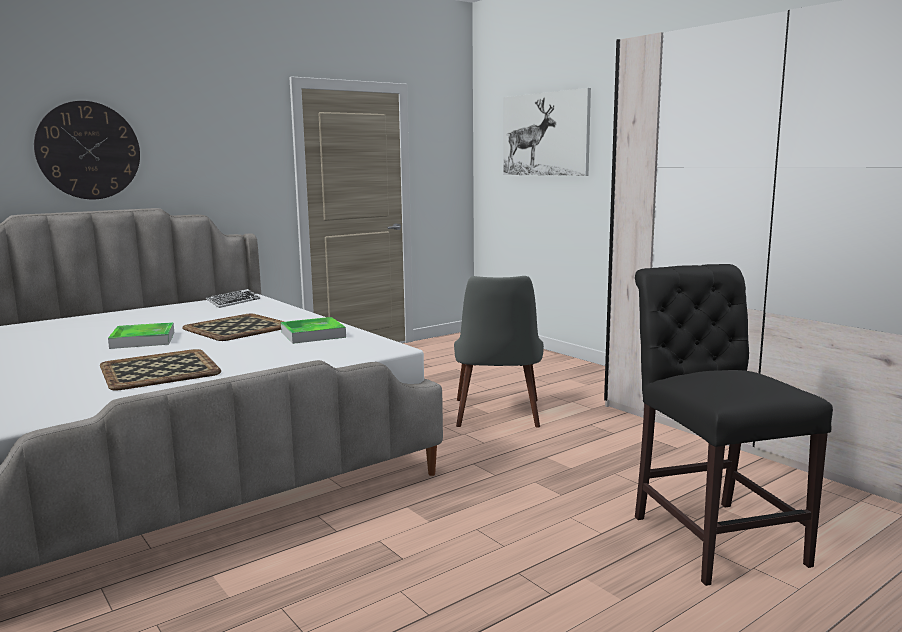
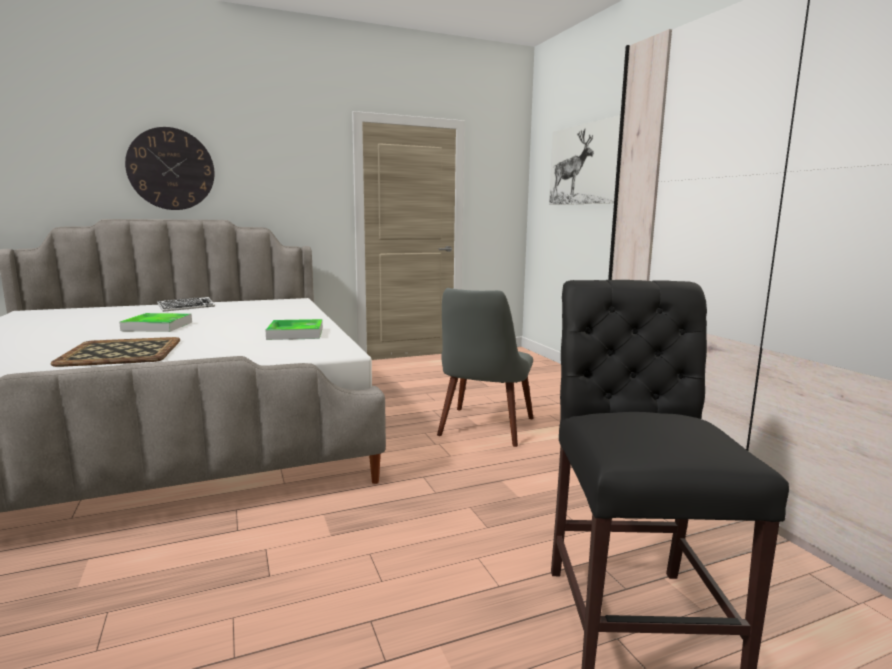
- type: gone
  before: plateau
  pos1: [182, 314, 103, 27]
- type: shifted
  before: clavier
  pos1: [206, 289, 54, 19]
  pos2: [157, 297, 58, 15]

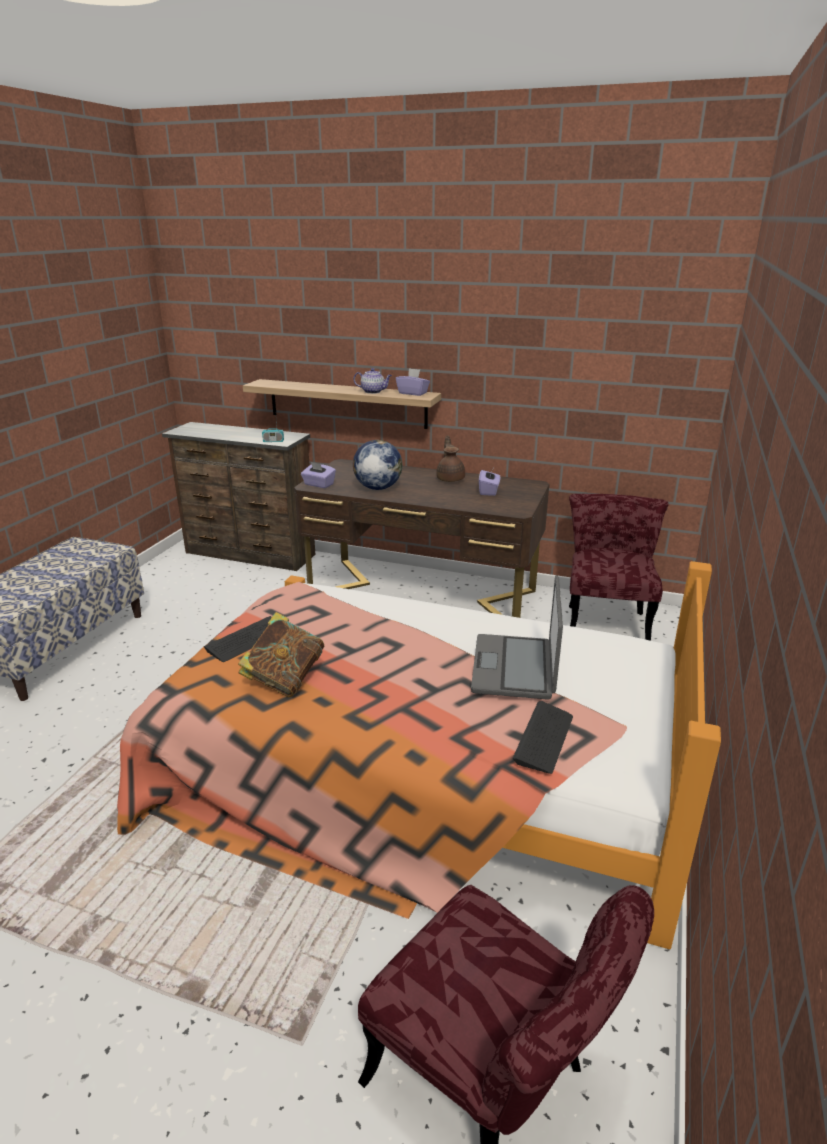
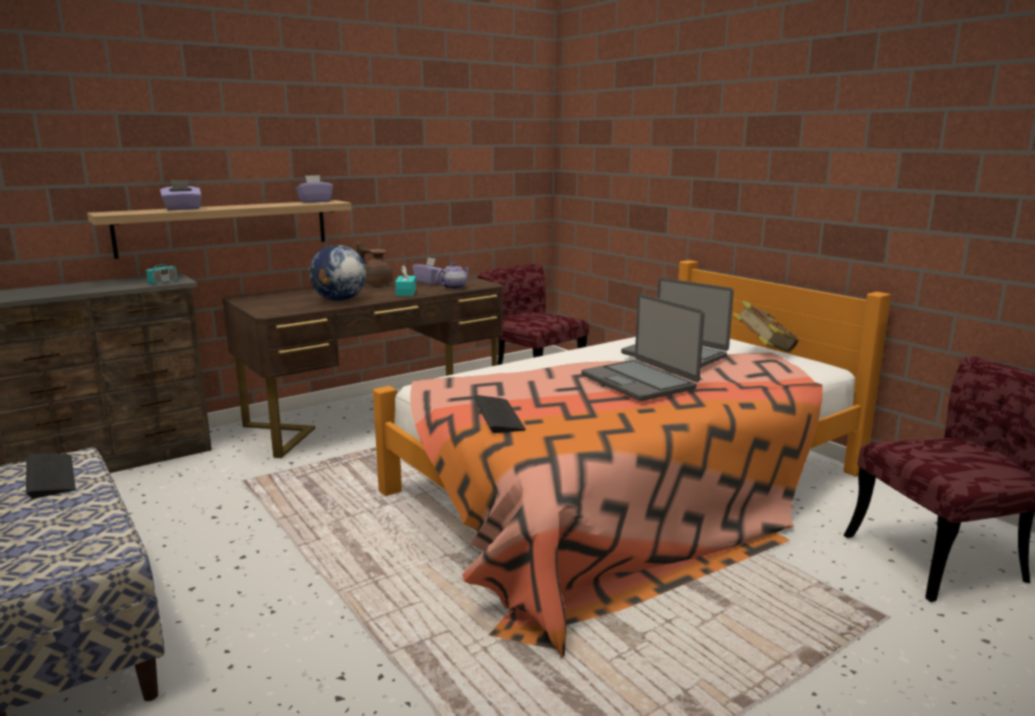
- type: shifted
  before: livre
  pos1: [238, 612, 86, 85]
  pos2: [732, 300, 67, 52]
- type: shifted
  before: boîte à mouchoirs [violet]
  pos1: [301, 461, 35, 27]
  pos2: [160, 180, 42, 30]
- type: shifted
  before: théière
  pos1: [354, 368, 38, 26]
  pos2: [436, 263, 34, 27]
- type: shifted
  before: clavier
  pos1: [513, 701, 60, 73]
  pos2: [26, 454, 50, 45]
- type: new
  after: boîte à mouchoirs [turquoise]
  pos2: [395, 265, 21, 31]
- type: new
  after: ordinateur portable
  pos2: [581, 294, 124, 107]

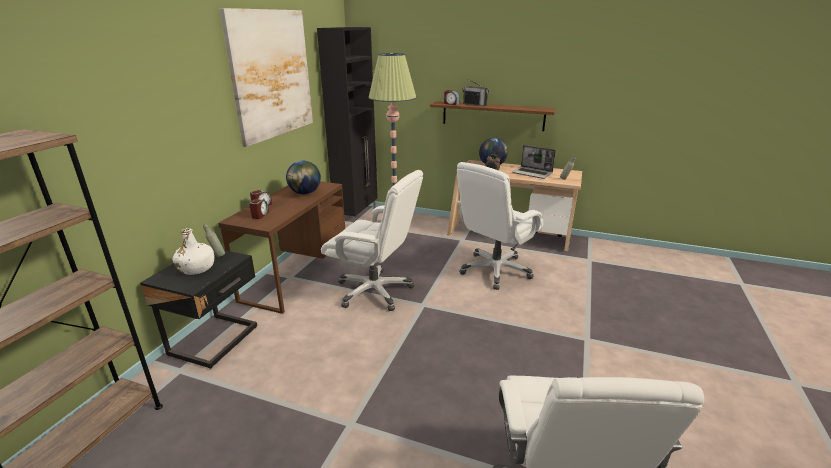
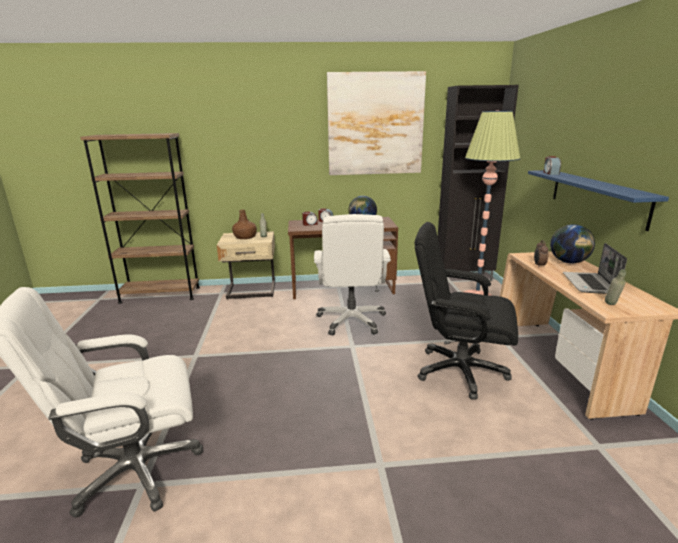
- type: repainted
  before: table de chevet [noir]
  after: table de chevet [beige]
  pos1: [140, 250, 117, 119]
  pos2: [217, 231, 58, 69]
- type: repainted
  before: bouteille [blanc]
  after: bouteille [marron]
  pos1: [172, 228, 42, 47]
  pos2: [232, 210, 25, 29]
- type: repainted
  before: étagère [marron]
  after: étagère [bleu]
  pos1: [430, 101, 126, 30]
  pos2: [528, 170, 141, 61]
- type: repainted
  before: chaise de bureau [blanc]
  after: chaise de bureau [noir]
  pos1: [457, 162, 87, 128]
  pos2: [414, 222, 104, 177]
- type: gone
  before: radio
  pos1: [462, 79, 27, 27]

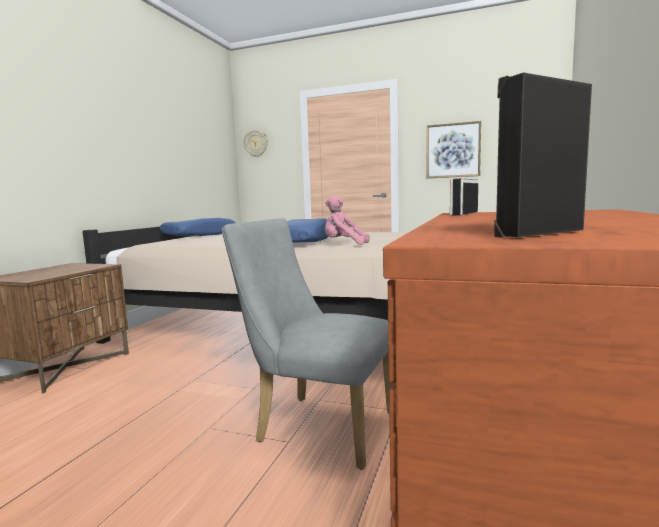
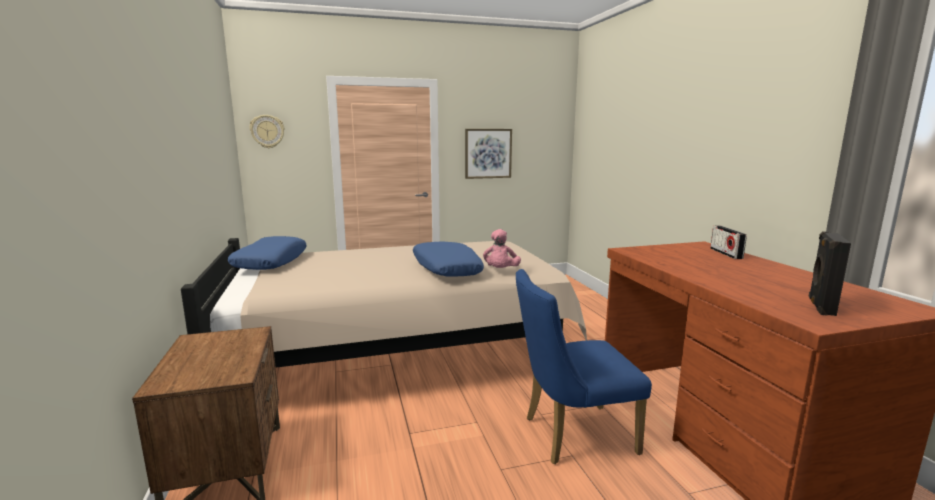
- type: repainted
  before: chaise [gris]
  after: chaise [bleu]
  pos1: [222, 218, 171, 252]
  pos2: [516, 269, 136, 196]
- type: rotated
  before: peluche [rose]
  pos1: [325, 195, 45, 50]
  pos2: [483, 229, 38, 39]
  turn: -60
- type: shifted
  before: radio
  pos1: [450, 178, 28, 37]
  pos2: [710, 225, 37, 34]

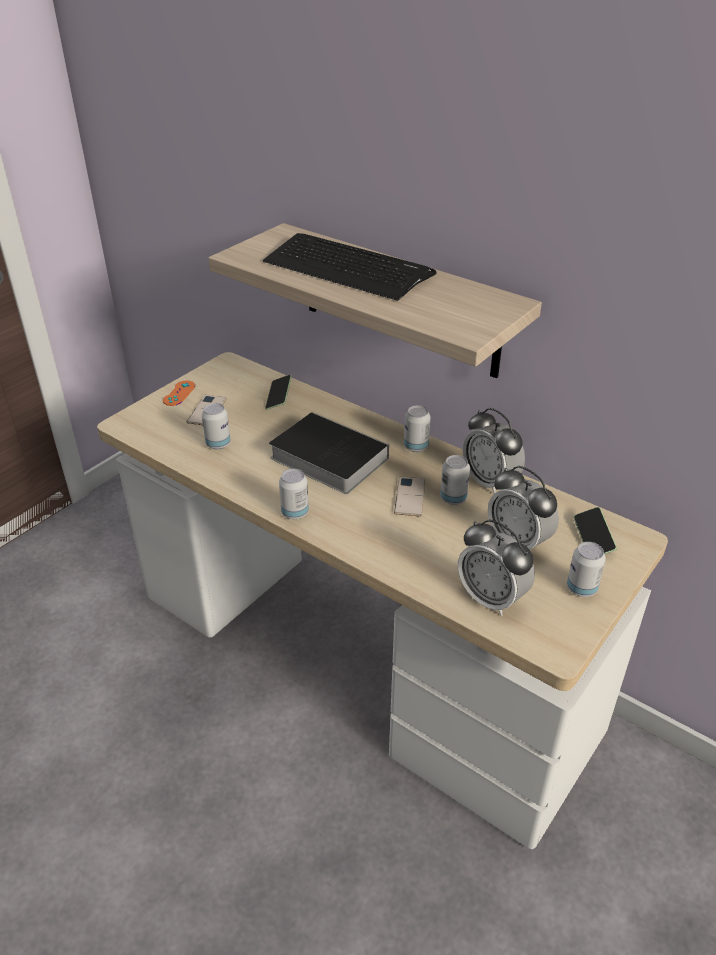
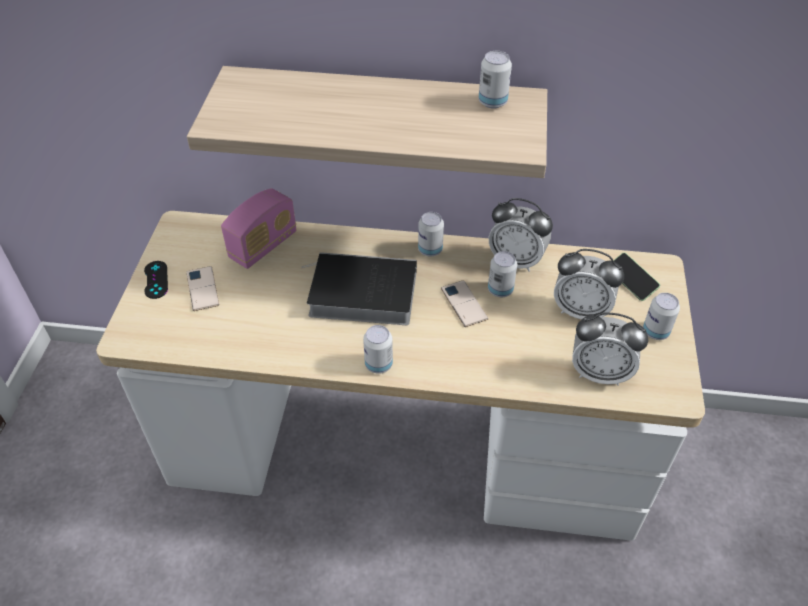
- type: repainted
  before: manette [orange]
  after: manette [noir]
  pos1: [163, 381, 32, 25]
  pos2: [144, 261, 24, 38]
- type: shifted
  before: boîte métallique
  pos1: [202, 403, 29, 46]
  pos2: [478, 51, 34, 58]
- type: gone
  before: clavier
  pos1: [263, 233, 174, 68]
- type: swapped
  before: téléphone
  after: radio
  pos1: [265, 375, 27, 35]
  pos2: [221, 188, 75, 81]

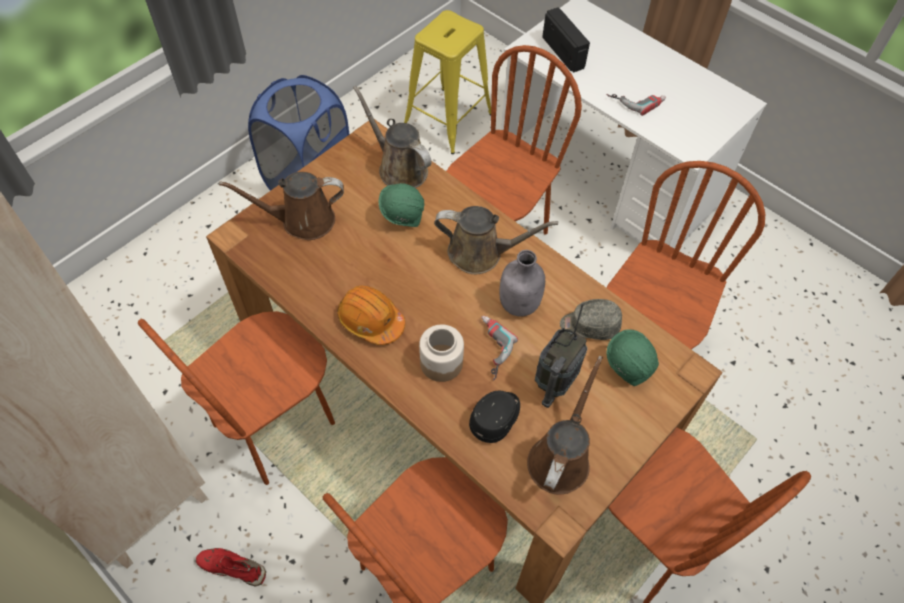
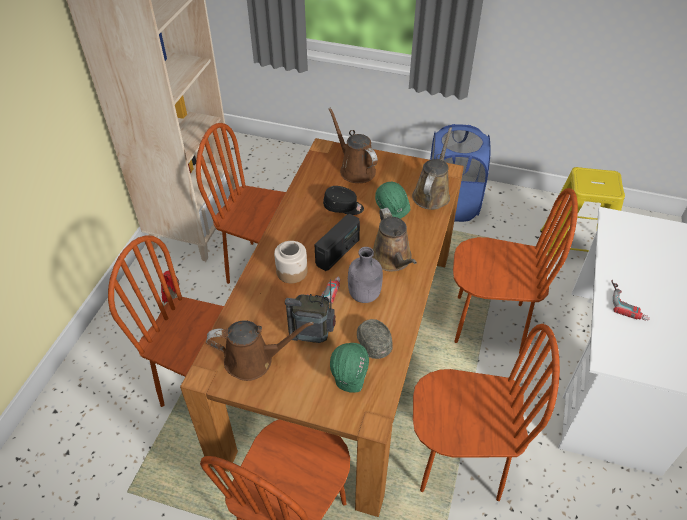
- type: gone
  before: casque de chantier [orange]
  pos1: [337, 285, 68, 60]
- type: shifted
  before: casquette [noir]
  pos1: [469, 391, 51, 52]
  pos2: [323, 186, 41, 29]
- type: shifted
  before: radio
  pos1: [542, 7, 48, 66]
  pos2: [314, 214, 46, 57]

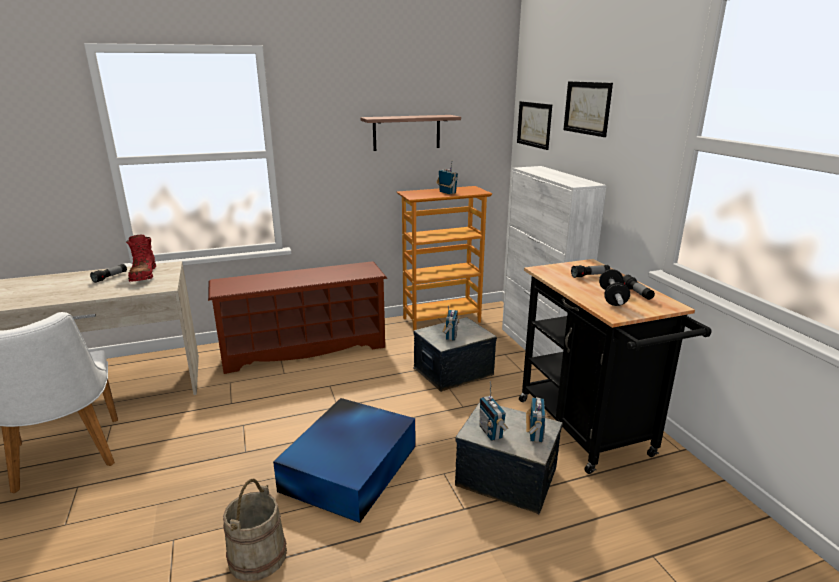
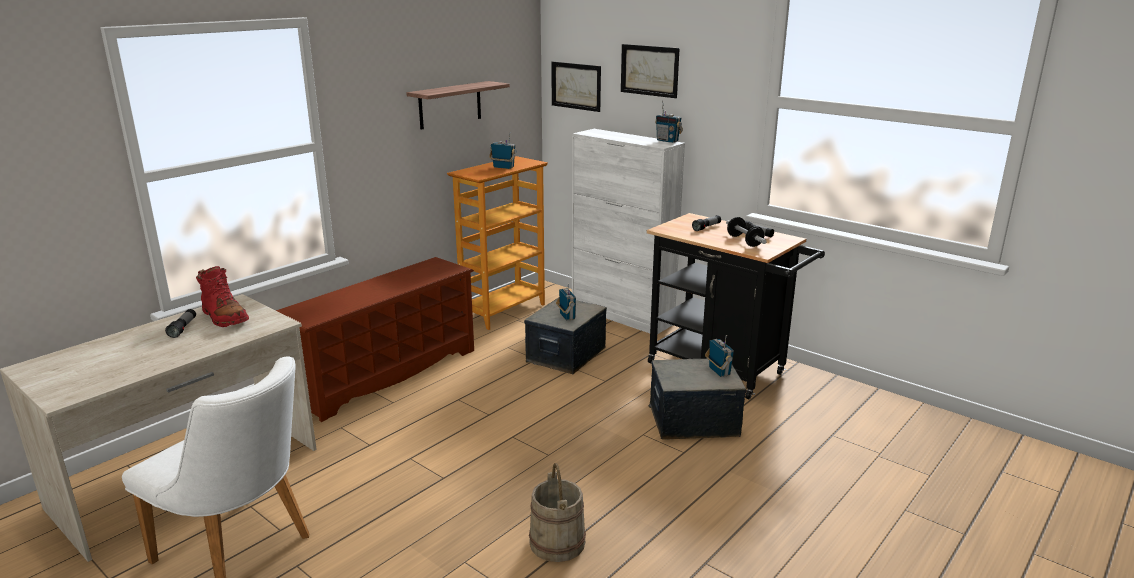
- type: gone
  before: boîte de rangement [bleu]
  pos1: [273, 398, 142, 125]
- type: shifted
  before: radio
  pos1: [480, 381, 28, 60]
  pos2: [655, 101, 28, 42]

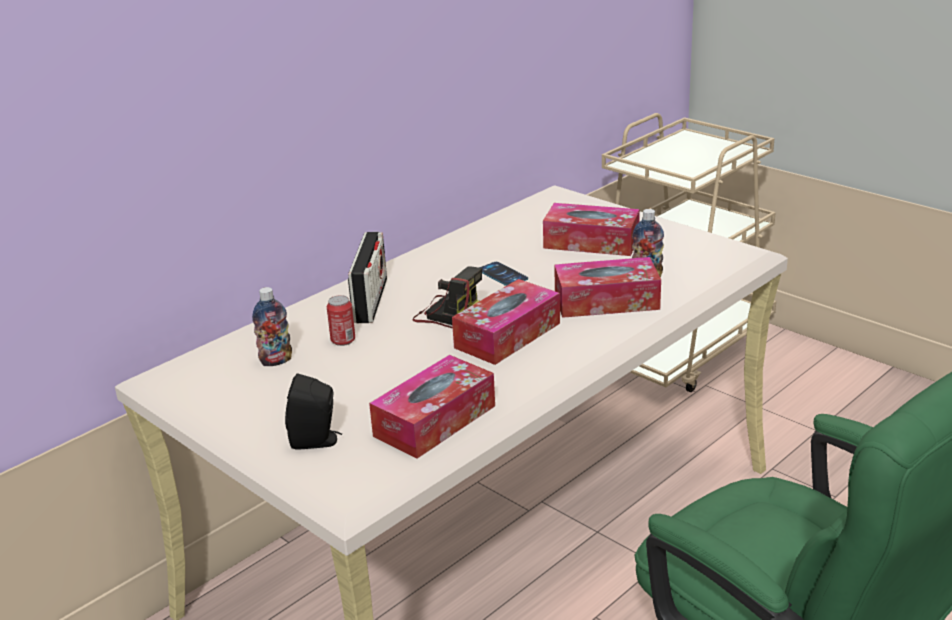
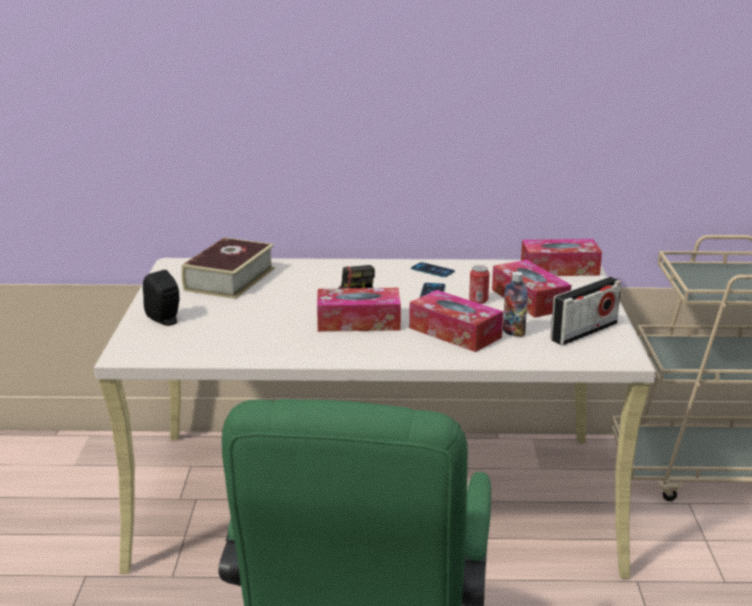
- type: swapped
  before: bouteille
  after: livre
  pos1: [252, 287, 40, 79]
  pos2: [181, 237, 94, 62]
- type: shifted
  before: boîte métallique
  pos1: [327, 295, 28, 51]
  pos2: [469, 265, 21, 39]
- type: shifted
  before: radio
  pos1: [348, 232, 39, 91]
  pos2: [550, 277, 71, 68]
- type: shifted
  before: boîte à mouchoirs
  pos1: [369, 355, 126, 104]
  pos2: [521, 239, 81, 37]
- type: new
  after: téléphone
  pos2: [411, 262, 44, 15]

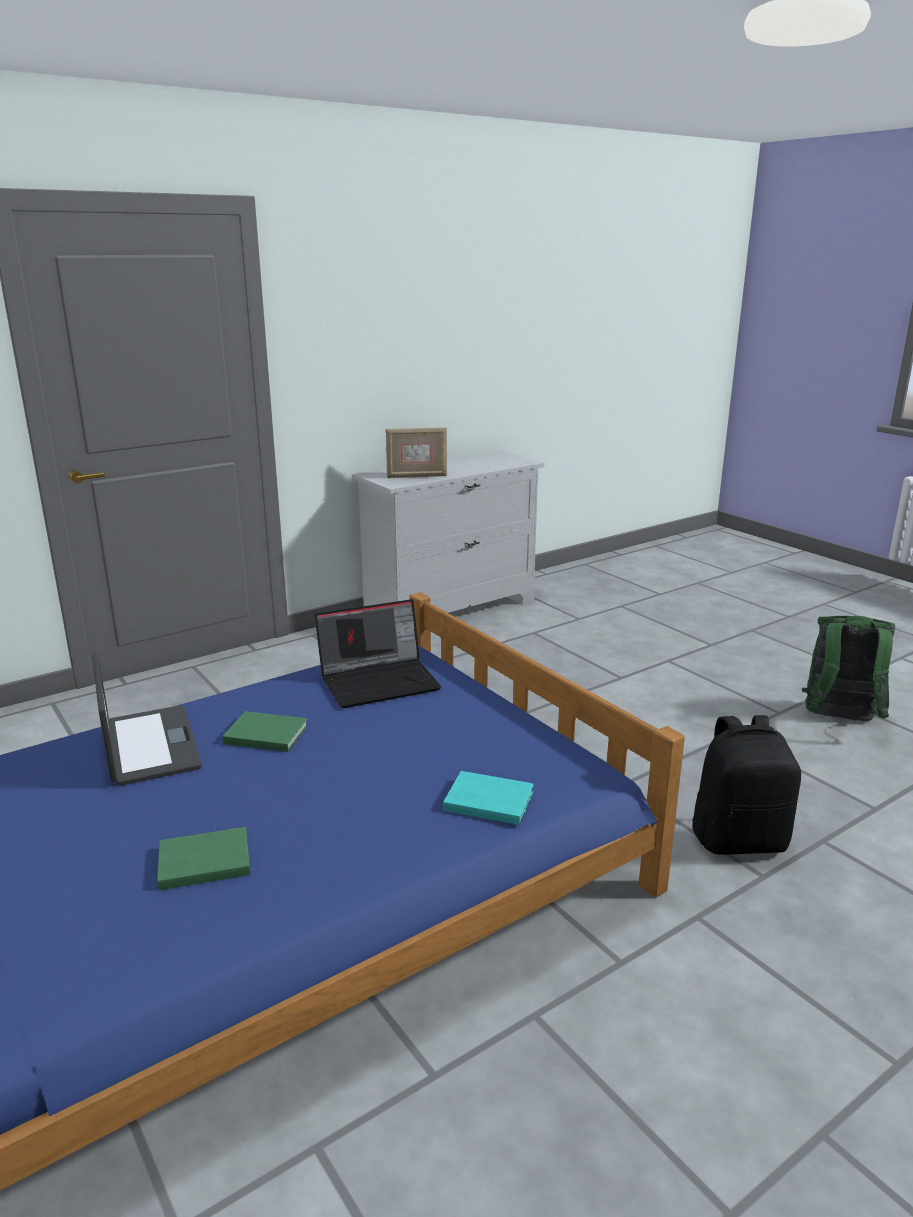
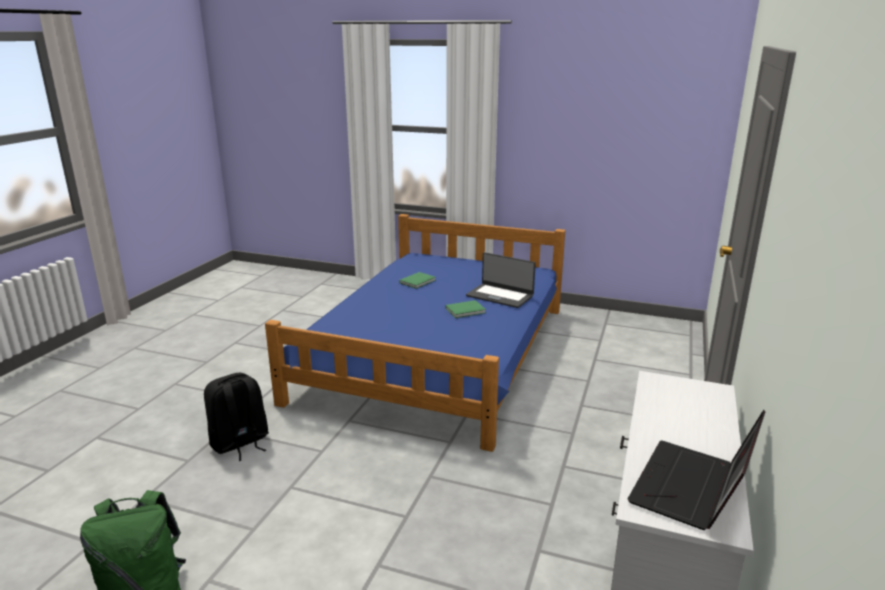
- type: shifted
  before: ordinateur portable
  pos1: [315, 599, 126, 109]
  pos2: [627, 410, 138, 120]
- type: gone
  before: cadre photo
  pos1: [385, 427, 62, 51]
- type: gone
  before: livre [turquoise]
  pos1: [443, 771, 91, 54]

